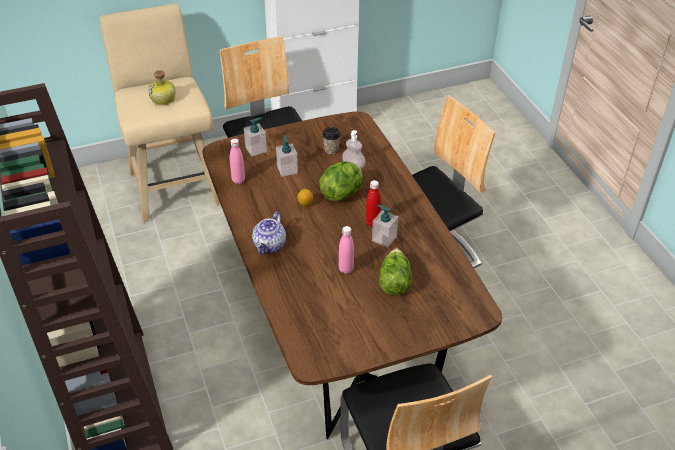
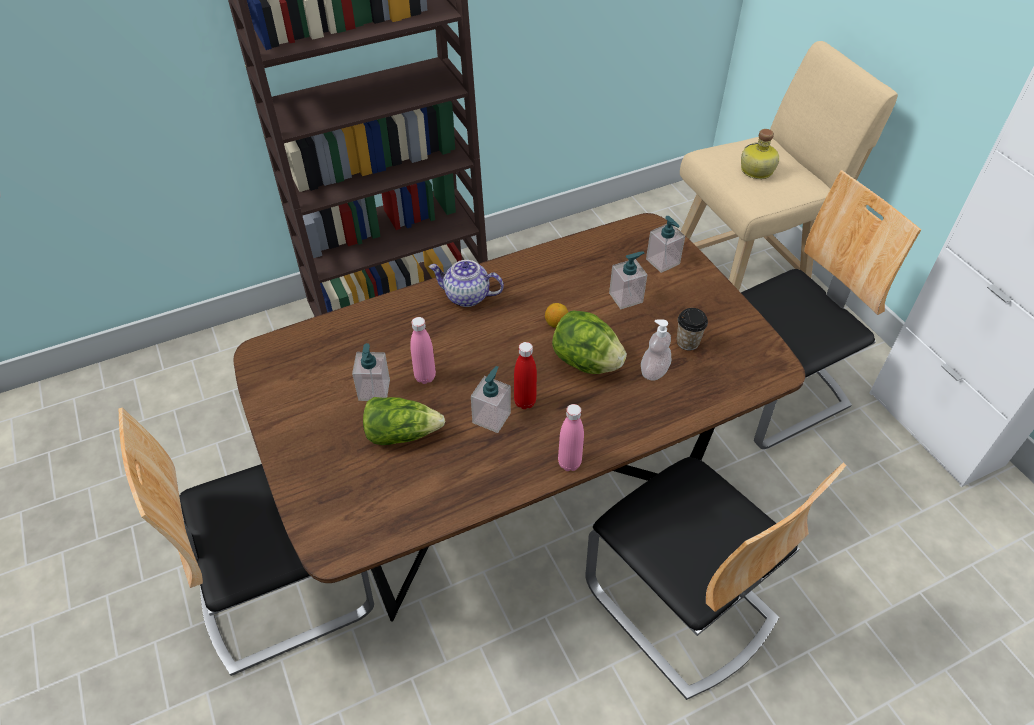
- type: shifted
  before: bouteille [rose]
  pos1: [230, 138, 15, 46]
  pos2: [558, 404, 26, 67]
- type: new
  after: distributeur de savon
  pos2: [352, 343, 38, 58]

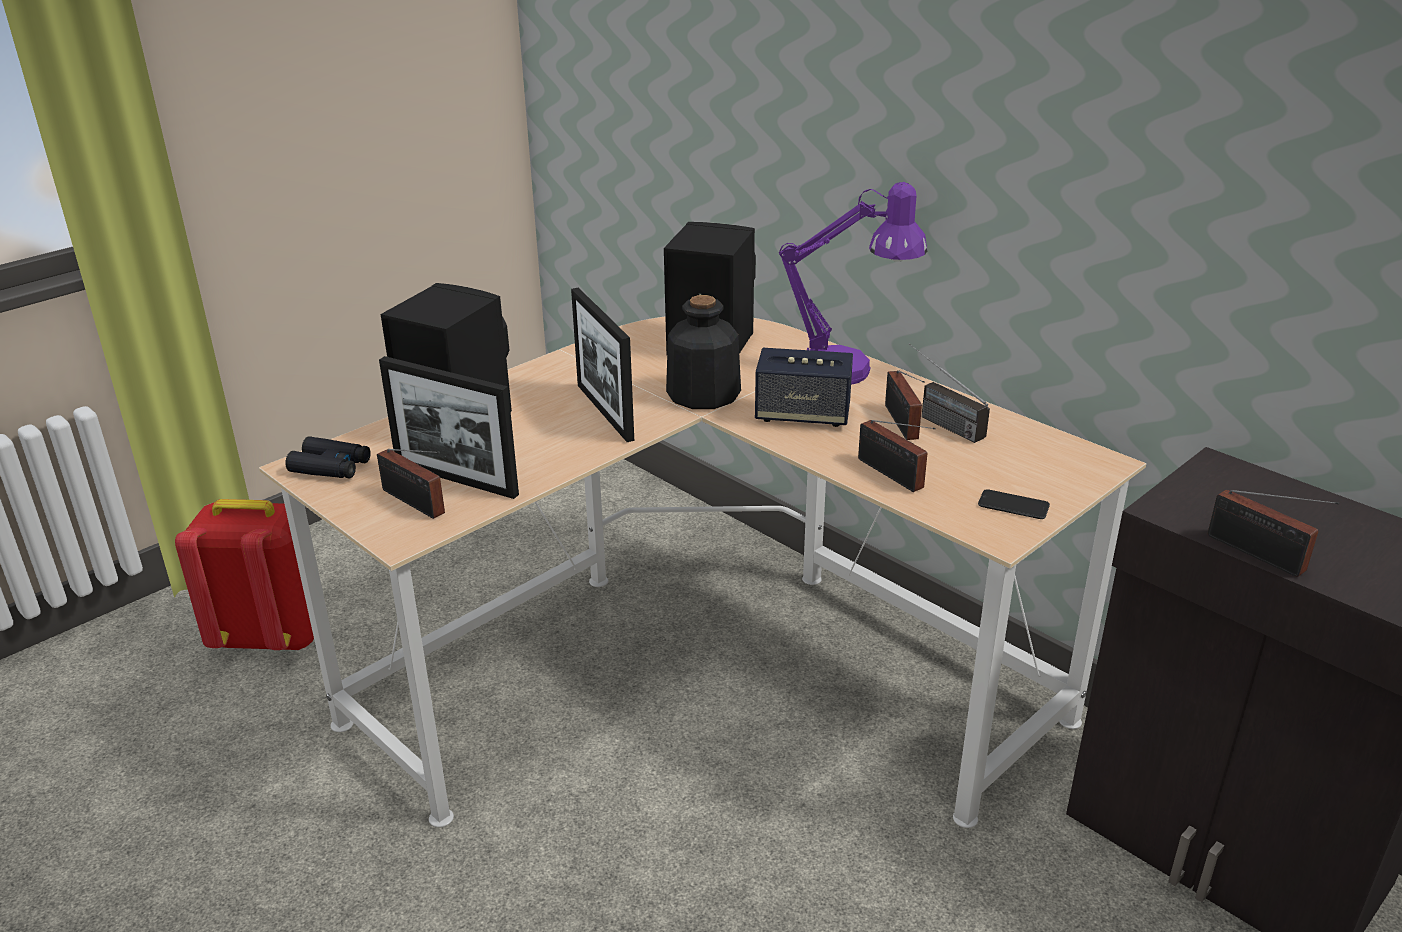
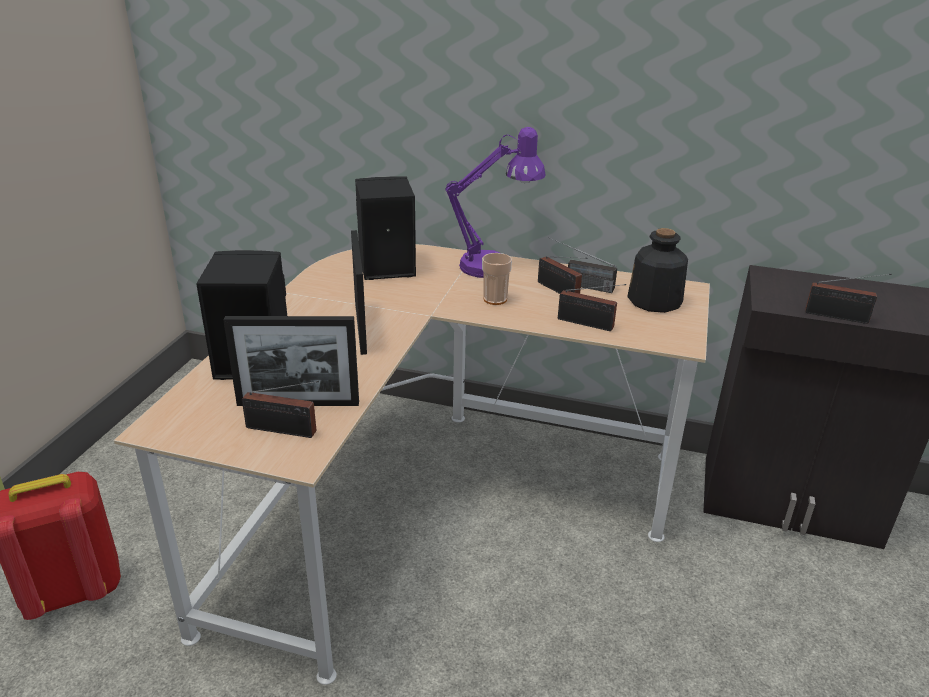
- type: gone
  before: jumelles [noir]
  pos1: [285, 436, 86, 42]
- type: rotated
  before: cadre photo
  pos1: [571, 288, 63, 154]
  pos2: [351, 230, 16, 125]
  turn: -135
- type: shifted
  before: bouteille
  pos1: [666, 295, 75, 114]
  pos2: [627, 228, 61, 85]
- type: swapped
  before: enceinte
  after: tasse
  pos1: [755, 348, 98, 79]
  pos2: [482, 253, 30, 52]
- type: gone
  before: téléphone
  pos1: [978, 489, 72, 30]

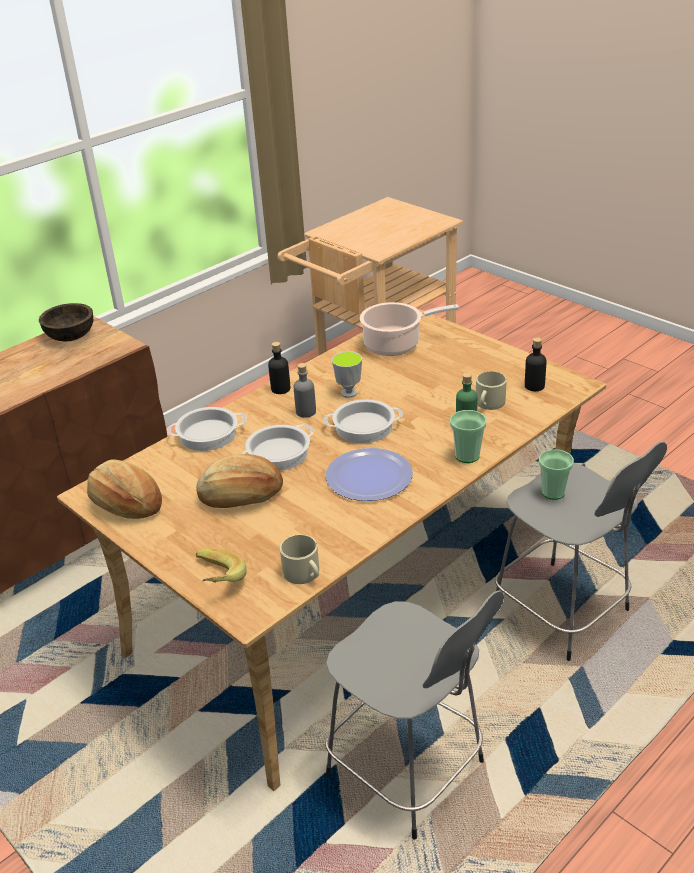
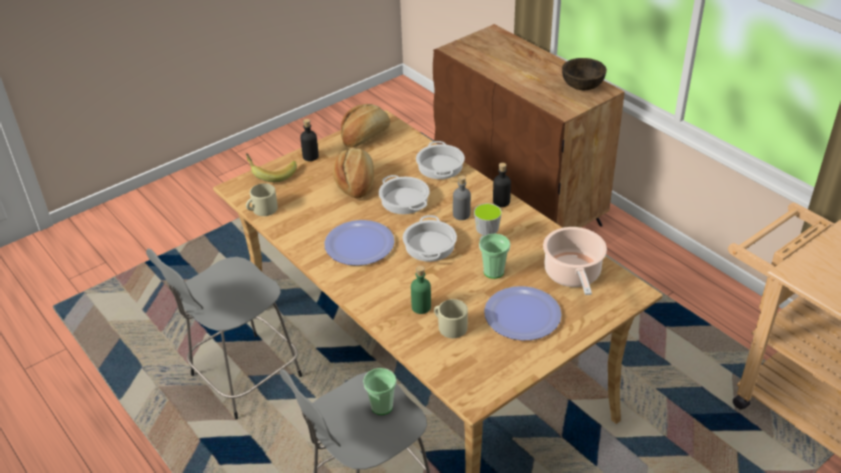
- type: shifted
  before: tasse
  pos1: [450, 410, 36, 53]
  pos2: [479, 233, 31, 46]
- type: shifted
  before: bouteille [noir]
  pos1: [525, 337, 22, 54]
  pos2: [300, 119, 19, 42]
- type: new
  after: assiette
  pos2: [484, 286, 78, 54]

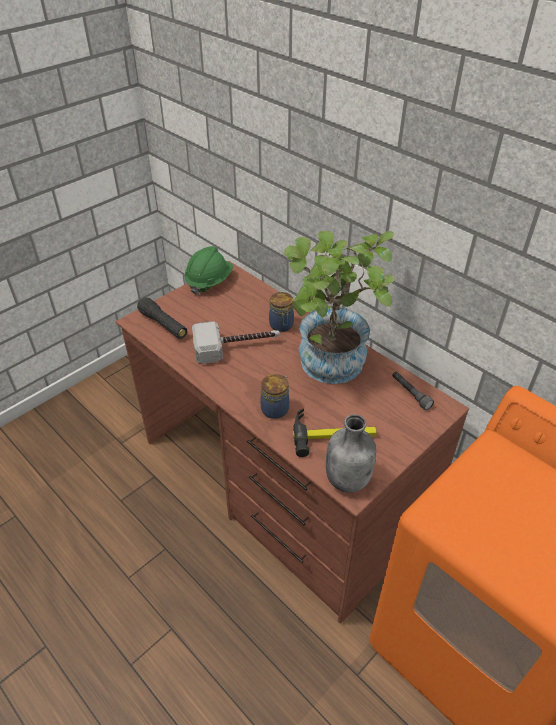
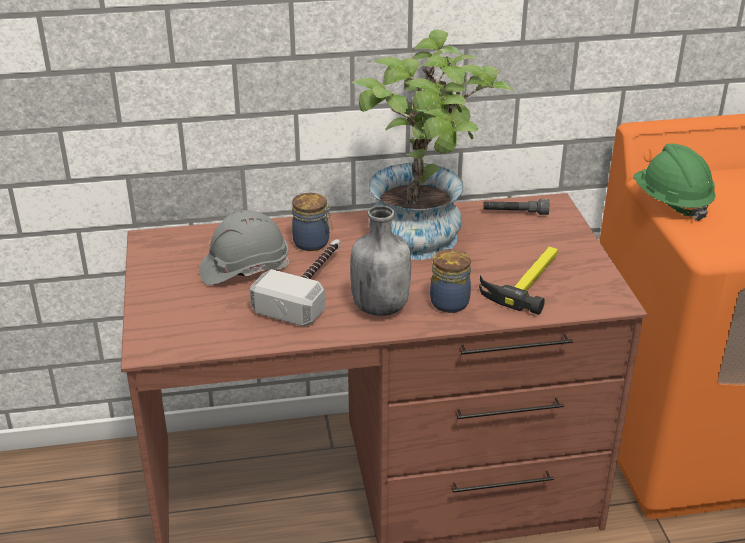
- type: gone
  before: lampe de poche [noir]
  pos1: [137, 297, 50, 42]
- type: shifted
  before: casque de chantier [vert]
  pos1: [185, 246, 49, 49]
  pos2: [633, 144, 83, 77]
- type: shifted
  before: bouteille [gris]
  pos1: [326, 414, 50, 79]
  pos2: [350, 206, 61, 110]
- type: new
  after: casque de chantier [gris]
  pos2: [199, 210, 90, 75]

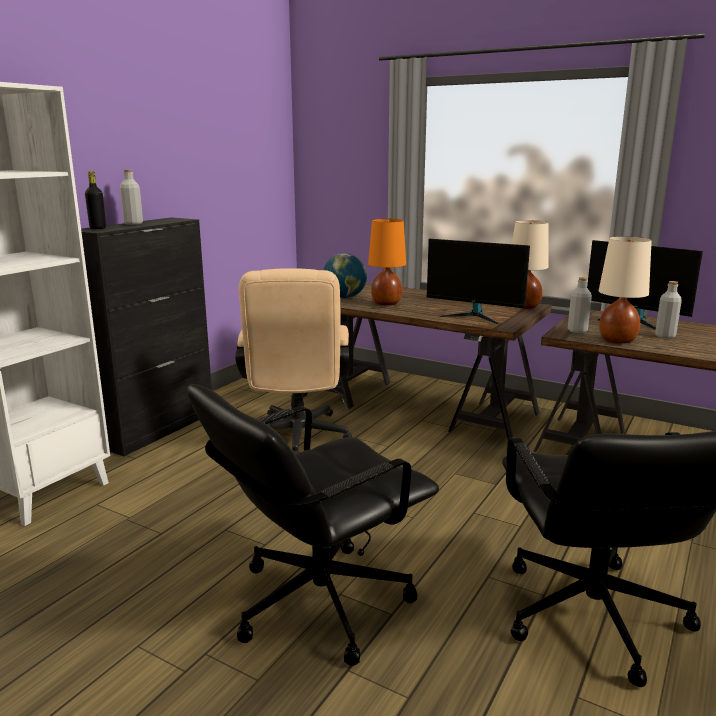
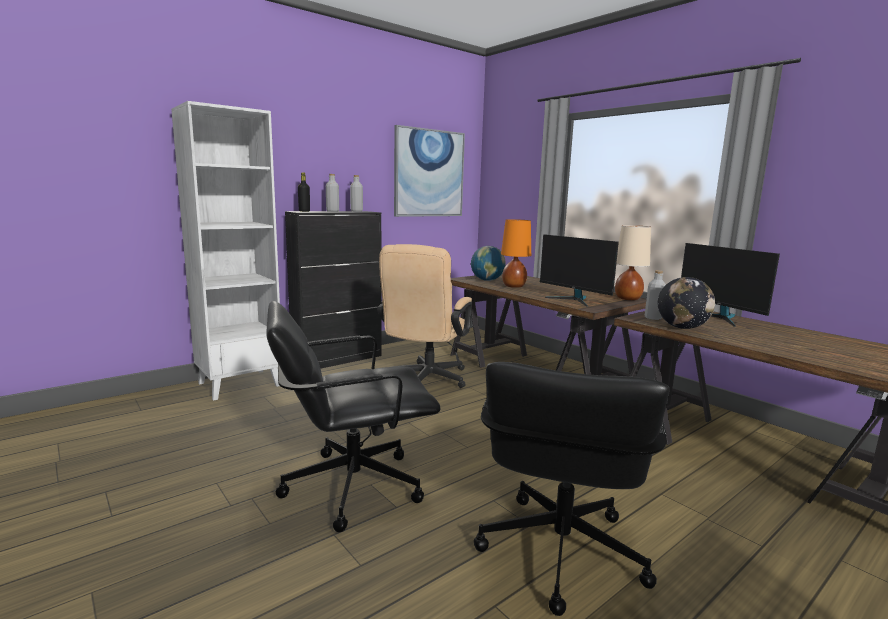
- type: swapped
  before: lampe de table [beige]
  after: globe
  pos1: [599, 236, 53, 108]
  pos2: [658, 277, 57, 52]
- type: shifted
  before: bouteille [gris]
  pos1: [655, 281, 27, 57]
  pos2: [350, 175, 13, 37]
- type: new
  after: tableau
  pos2: [394, 125, 71, 92]

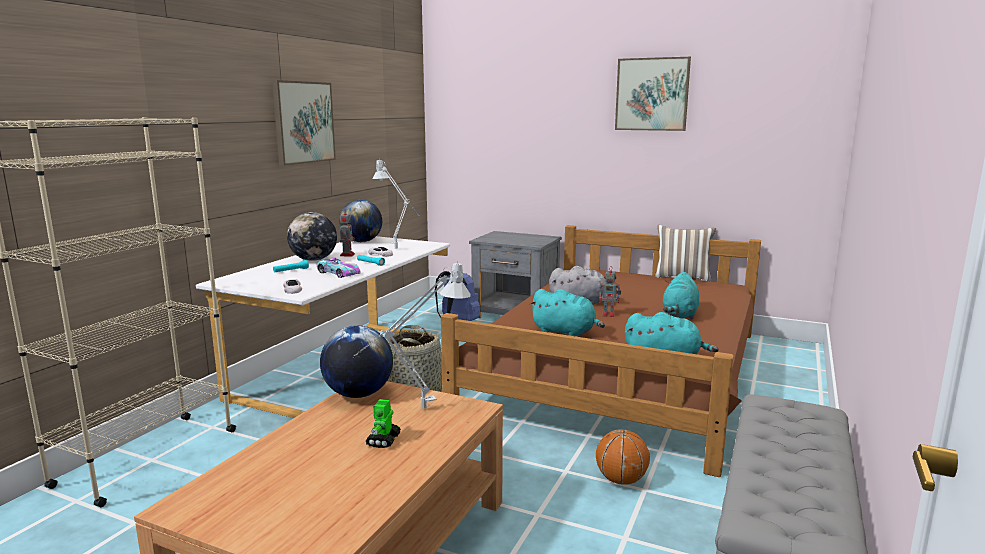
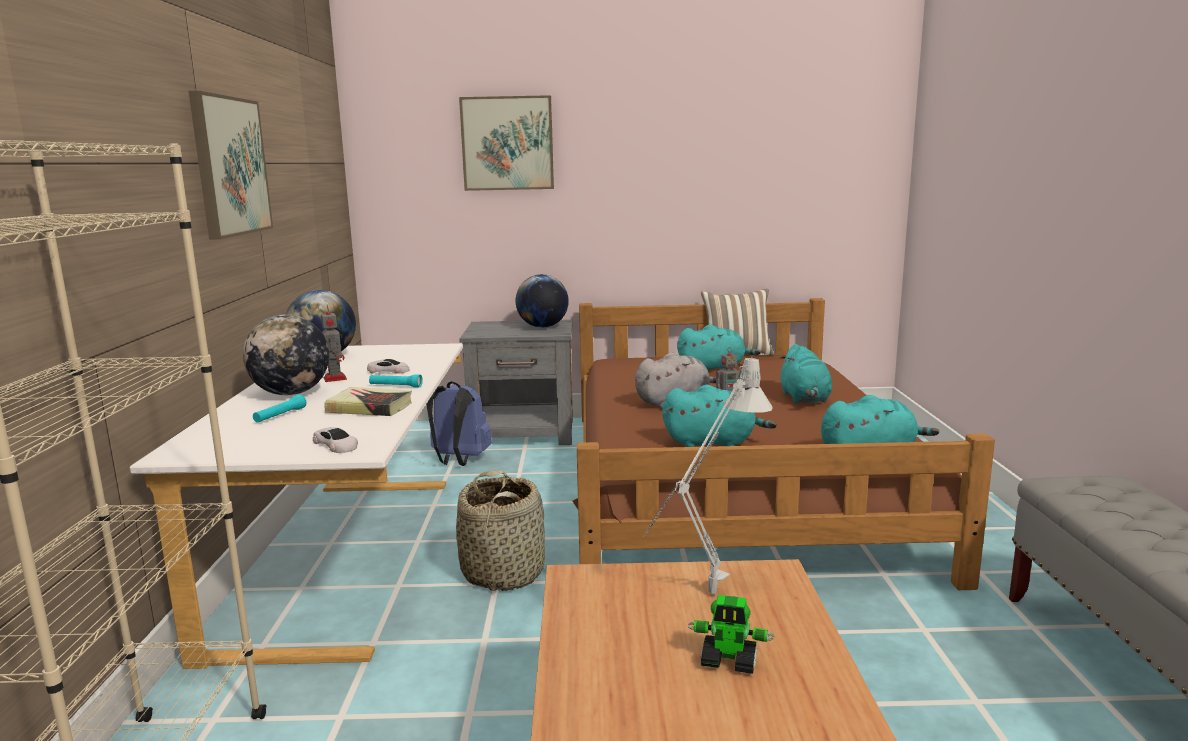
- type: swapped
  before: petite voiture
  after: livre
  pos1: [317, 257, 44, 21]
  pos2: [324, 387, 88, 29]
- type: shifted
  before: globe
  pos1: [320, 325, 73, 73]
  pos2: [516, 274, 53, 54]
- type: rotated
  before: robot jouet
  pos1: [365, 399, 36, 49]
  pos2: [688, 595, 87, 79]
  turn: -60
- type: gone
  before: lampe de table [gris]
  pos1: [372, 158, 47, 91]
- type: gone
  before: ballon de basket
  pos1: [596, 429, 54, 56]
- type: shifted
  before: tableau
  pos1: [615, 57, 76, 74]
  pos2: [459, 95, 95, 96]
- type: new
  after: peluche [turquoise]
  pos2: [677, 325, 84, 45]

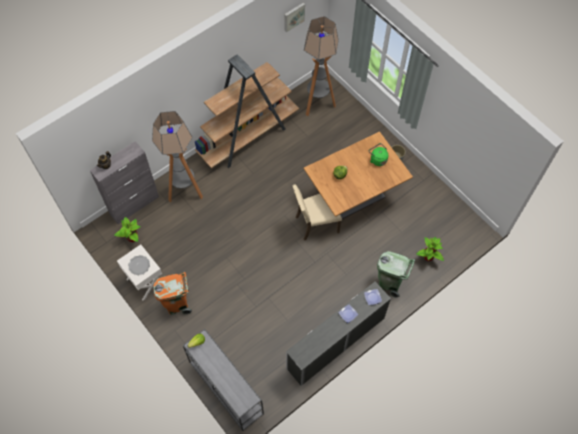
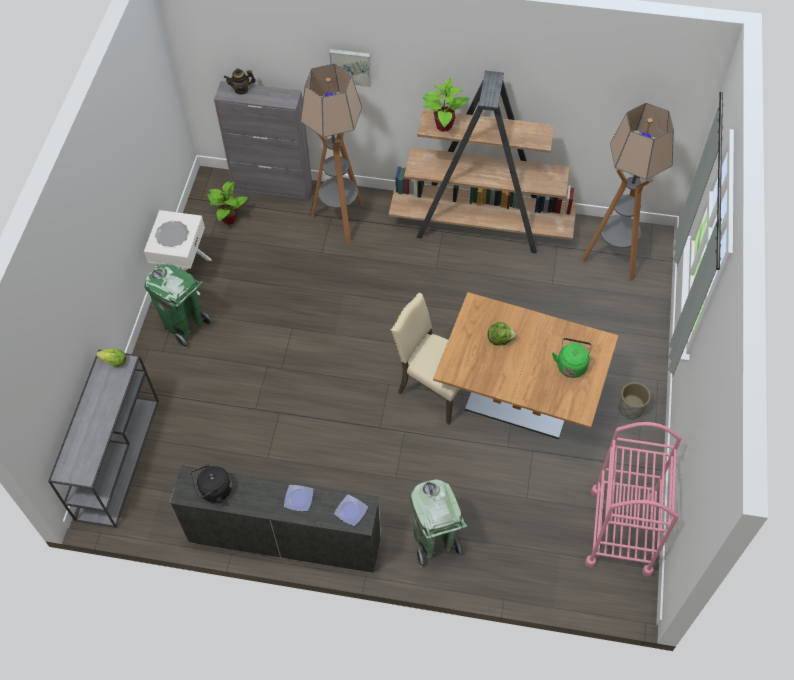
- type: repainted
  before: poubelle [orange]
  after: poubelle [vert]
  pos1: [153, 272, 39, 43]
  pos2: [145, 264, 67, 84]
- type: shifted
  before: tableau
  pos1: [284, 3, 21, 30]
  pos2: [329, 49, 43, 38]
- type: shifted
  before: plante en pot
  pos1: [416, 237, 28, 24]
  pos2: [423, 78, 47, 54]
- type: new
  after: bouilloire [noir]
  pos2: [191, 465, 41, 38]
- type: new
  after: chariot [rose]
  pos2: [585, 422, 97, 155]

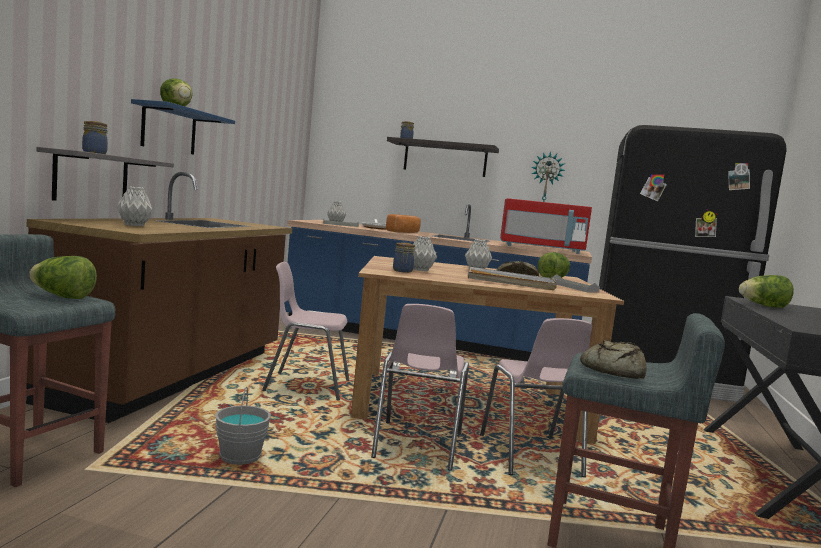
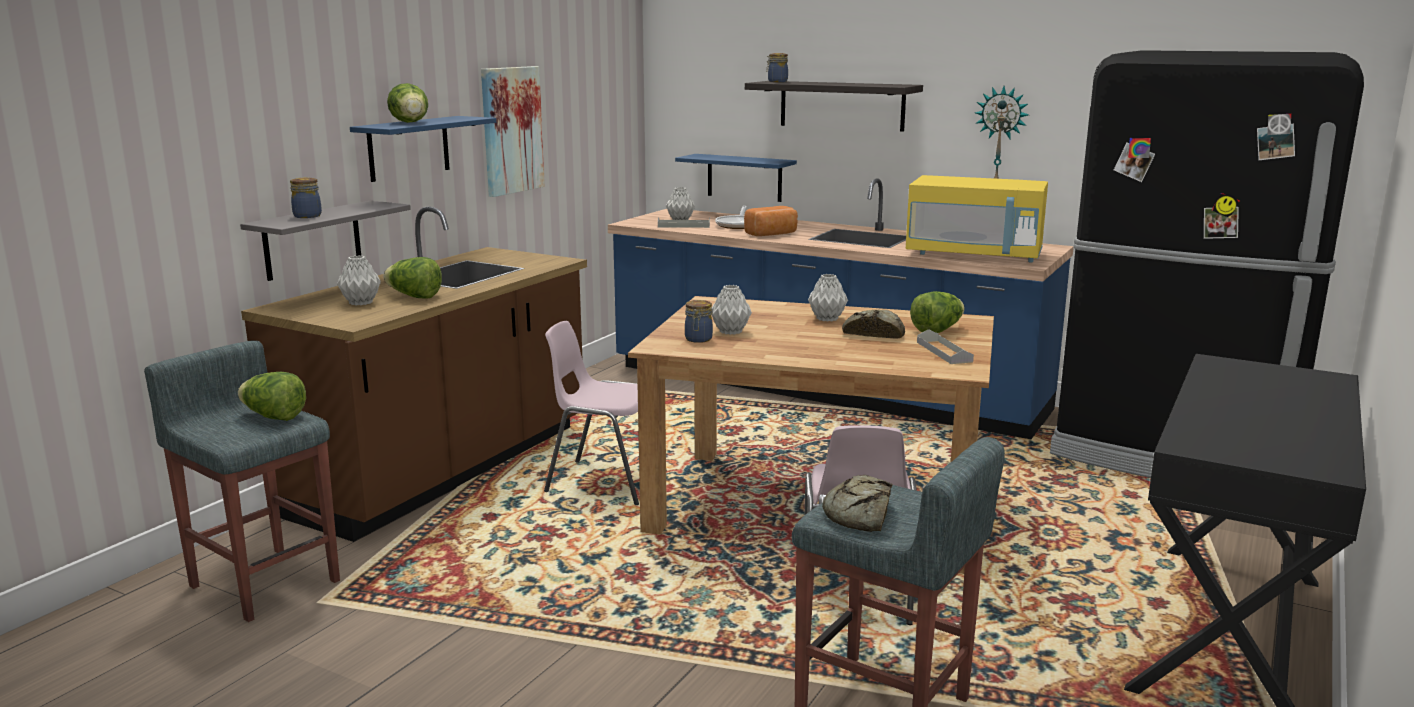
- type: gone
  before: seau [gris]
  pos1: [215, 386, 56, 79]
- type: gone
  before: chaise [rose]
  pos1: [371, 304, 98, 167]
- type: gone
  before: plateau [blanc]
  pos1: [468, 267, 89, 23]
- type: repainted
  before: micro-ondes [rouge]
  after: micro-ondes [jaune]
  pos1: [500, 198, 92, 56]
  pos2: [906, 175, 142, 87]
- type: shifted
  before: laitue
  pos1: [739, 275, 55, 33]
  pos2: [383, 257, 59, 42]
- type: new
  after: tableau
  pos2: [481, 66, 64, 131]
- type: new
  after: étagère [bleu]
  pos2: [675, 154, 122, 48]

